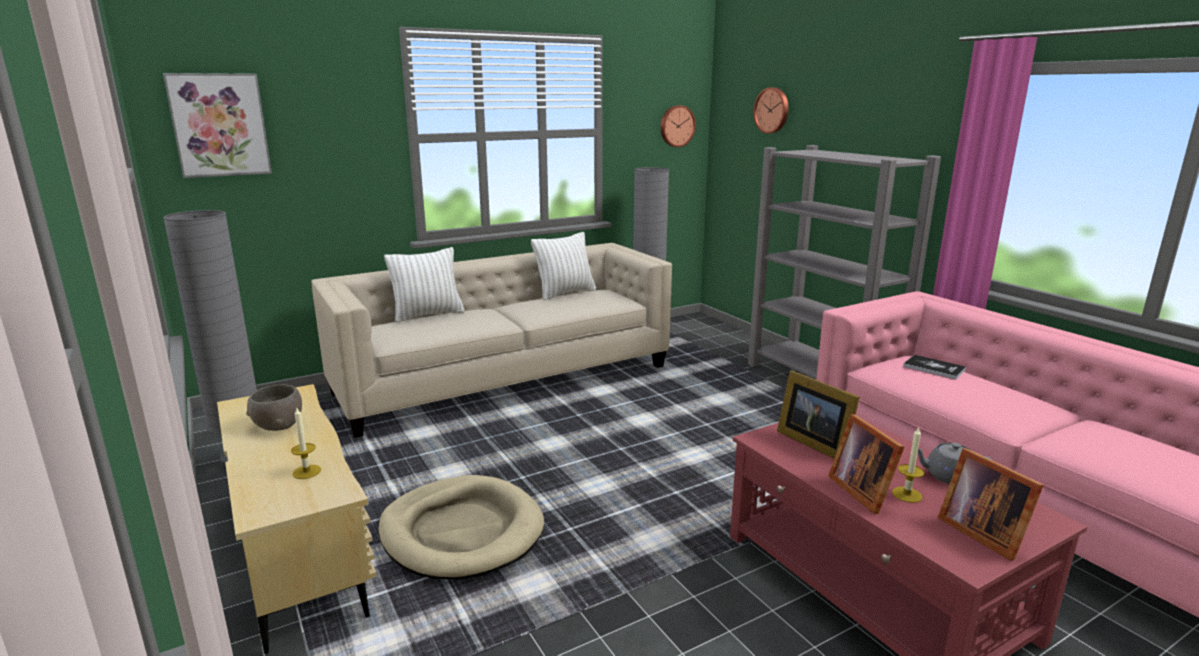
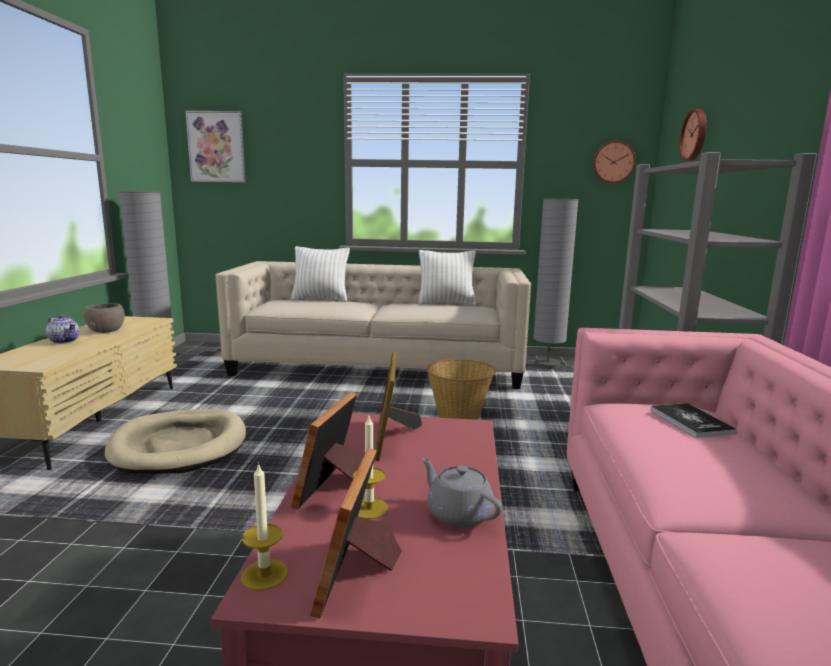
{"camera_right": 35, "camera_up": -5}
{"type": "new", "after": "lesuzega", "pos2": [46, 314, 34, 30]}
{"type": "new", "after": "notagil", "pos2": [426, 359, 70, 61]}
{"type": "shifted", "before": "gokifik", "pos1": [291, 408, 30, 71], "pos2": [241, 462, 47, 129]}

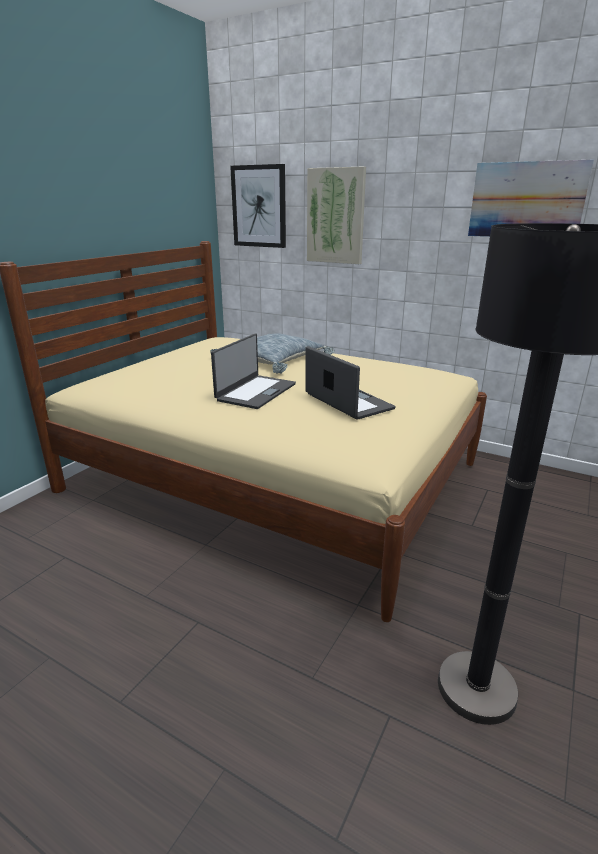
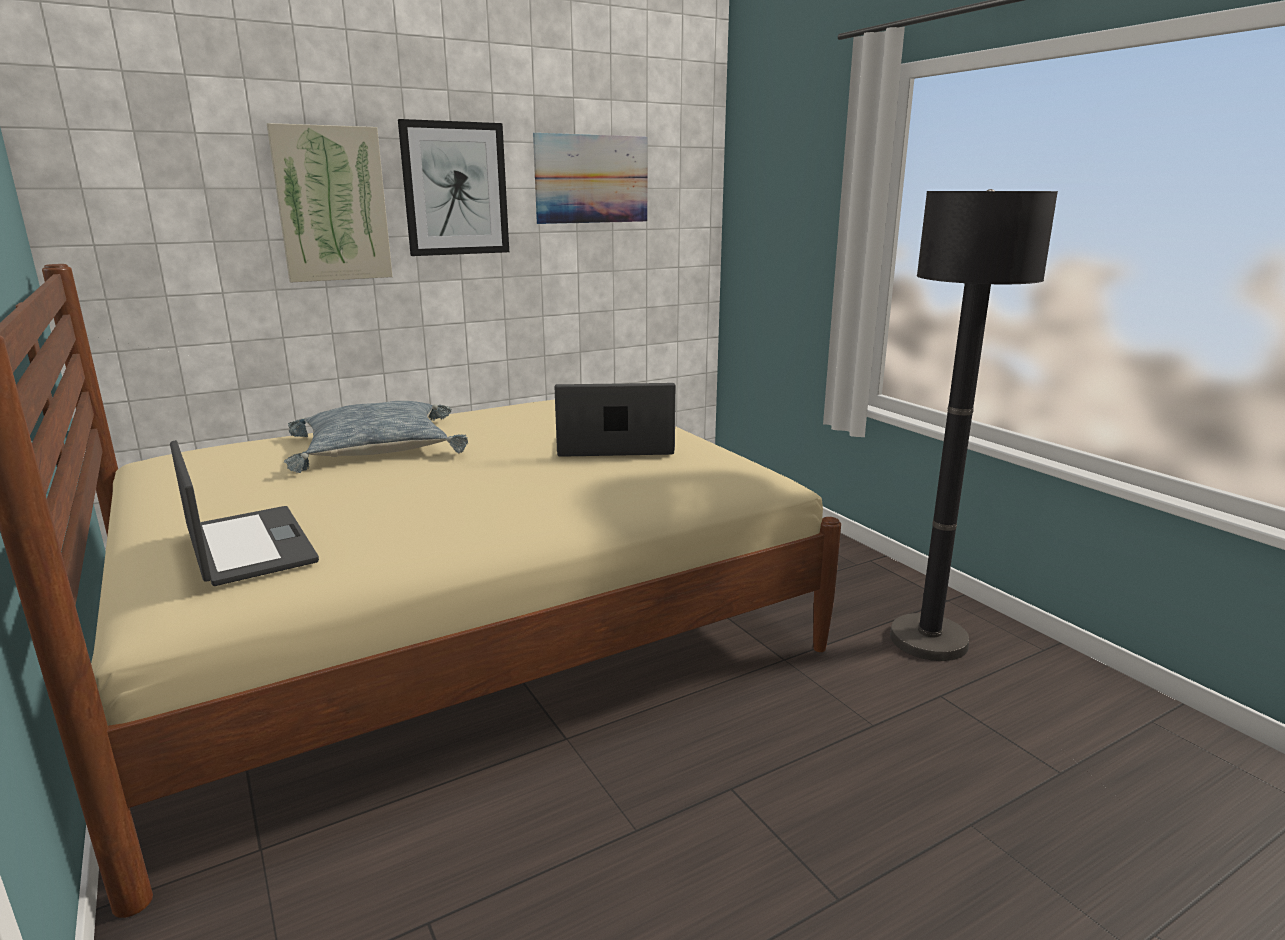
{"camera_right": -60, "camera_up": -5}
{"type": "shifted", "before": "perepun", "pos1": [211, 333, 85, 76], "pos2": [170, 440, 149, 146]}
{"type": "shifted", "before": "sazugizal", "pos1": [230, 164, 56, 84], "pos2": [398, 119, 111, 137]}

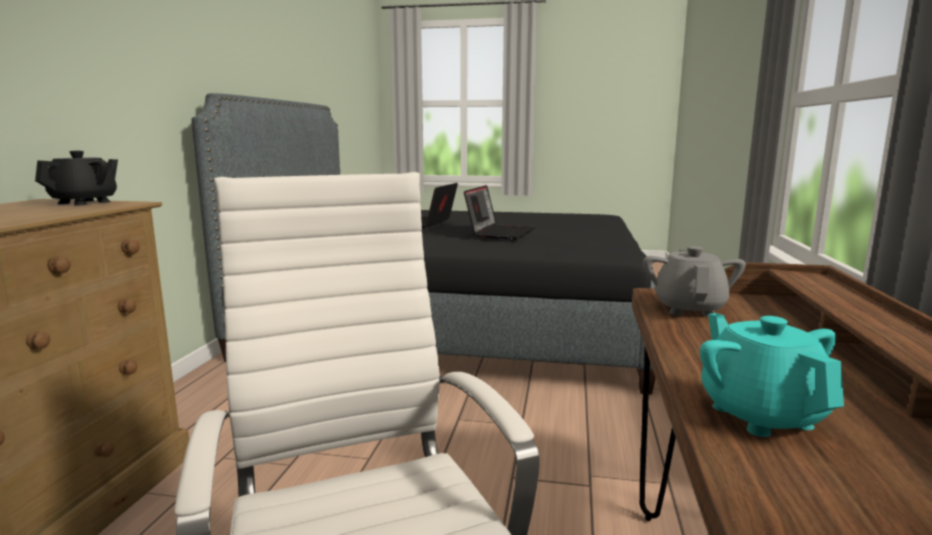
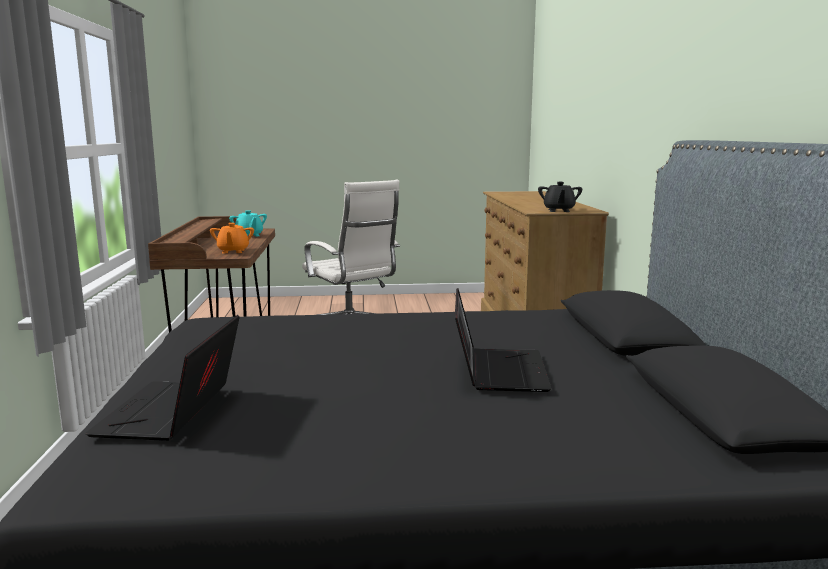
{"camera_right": 165, "camera_up": 0}
{"type": "shifted", "before": "perepun", "pos1": [464, 185, 71, 55], "pos2": [85, 315, 155, 126]}
{"type": "repainted", "before": "grey lesuzega", "after": "orange lesuzega", "pos1": [643, 246, 103, 71], "pos2": [210, 223, 44, 31]}

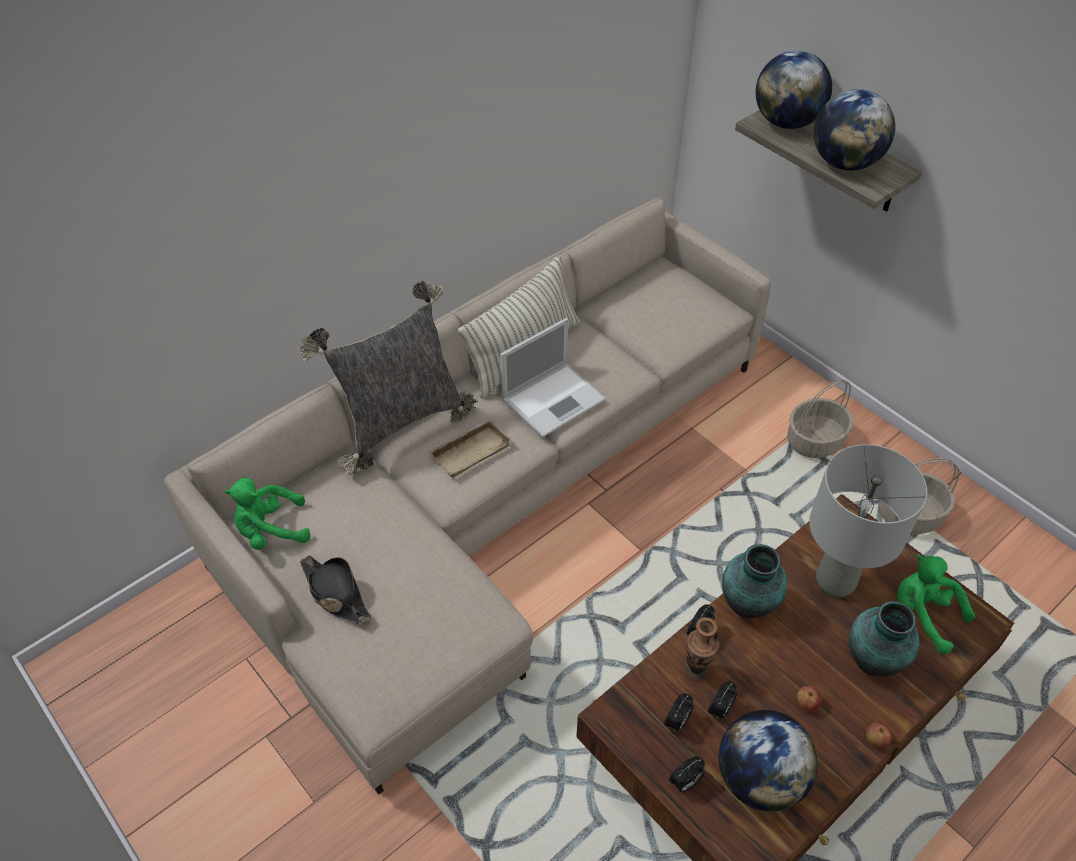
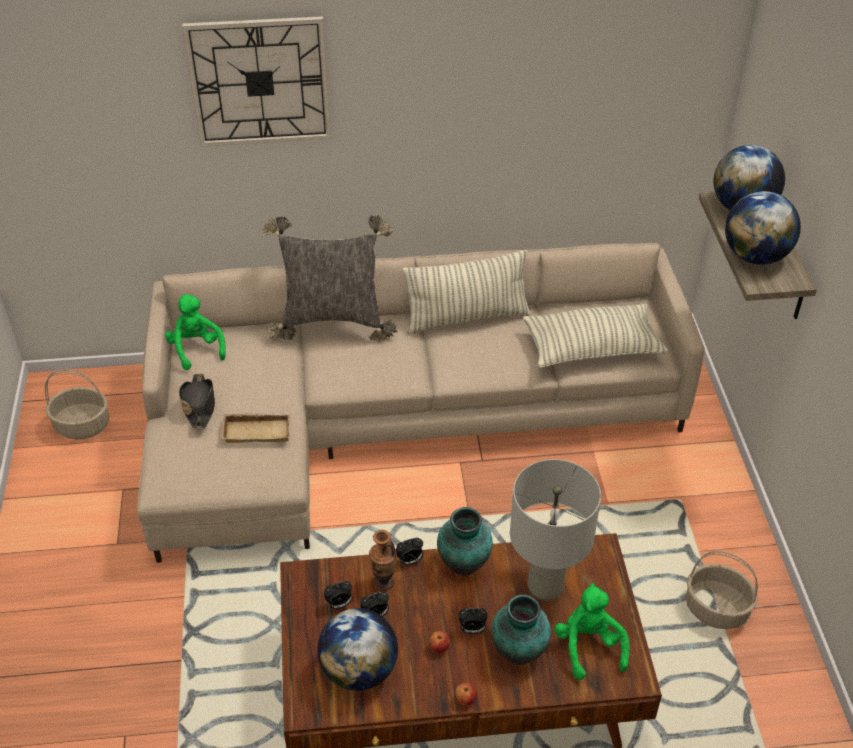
{"camera_right": 35, "camera_up": -5}
{"type": "gone", "before": "perepun", "pos1": [500, 318, 106, 120]}
{"type": "new", "after": "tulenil", "pos2": [182, 16, 149, 131]}
{"type": "new", "after": "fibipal", "pos2": [523, 303, 145, 65]}
{"type": "shifted", "before": "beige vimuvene", "pos1": [428, 418, 84, 60], "pos2": [221, 413, 70, 30]}
{"type": "shifted", "before": "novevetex", "pos1": [669, 756, 36, 36], "pos2": [459, 608, 29, 26]}
{"type": "shifted", "before": "notagil", "pos1": [787, 380, 66, 78], "pos2": [45, 370, 64, 69]}
{"type": "rotated", "before": "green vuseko", "pos1": [225, 478, 86, 72], "pos2": [165, 294, 61, 76], "turn": 45}

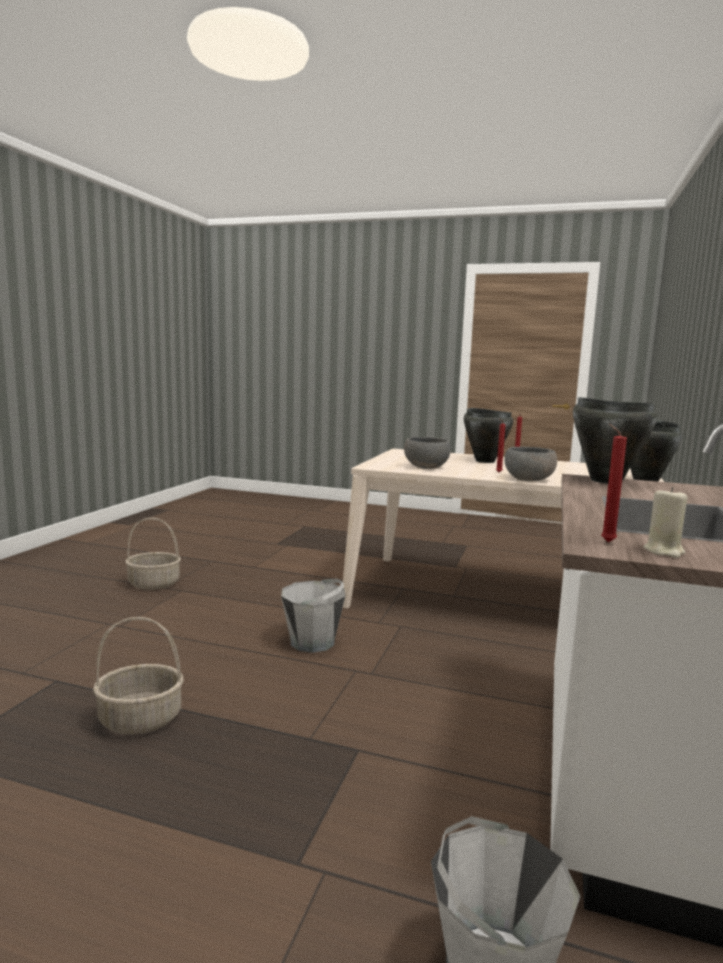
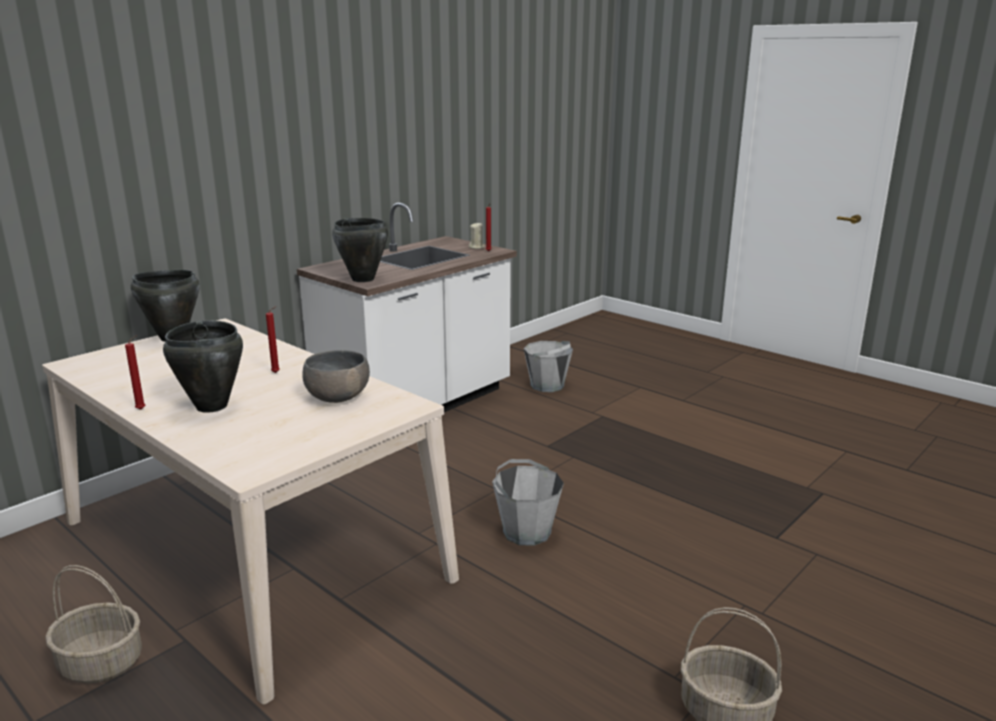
{"camera_right": -155, "camera_up": 10}
{"type": "gone", "before": "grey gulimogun", "pos1": [505, 447, 52, 34]}
{"type": "shifted", "before": "notagil", "pos1": [93, 617, 91, 117], "pos2": [45, 565, 97, 118]}

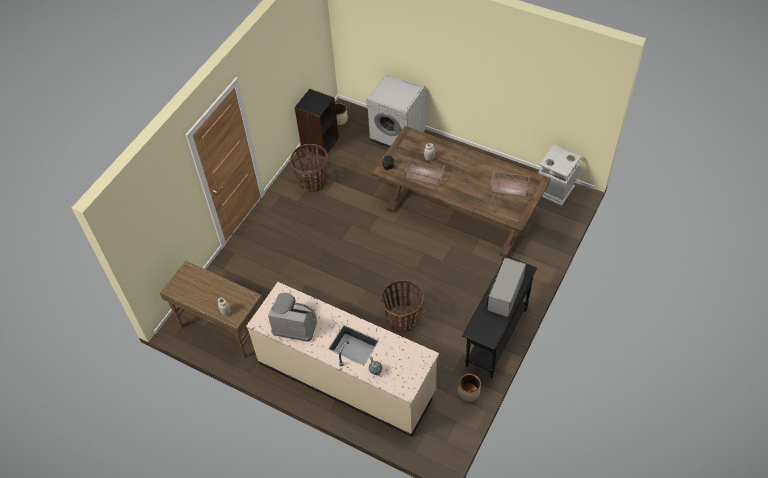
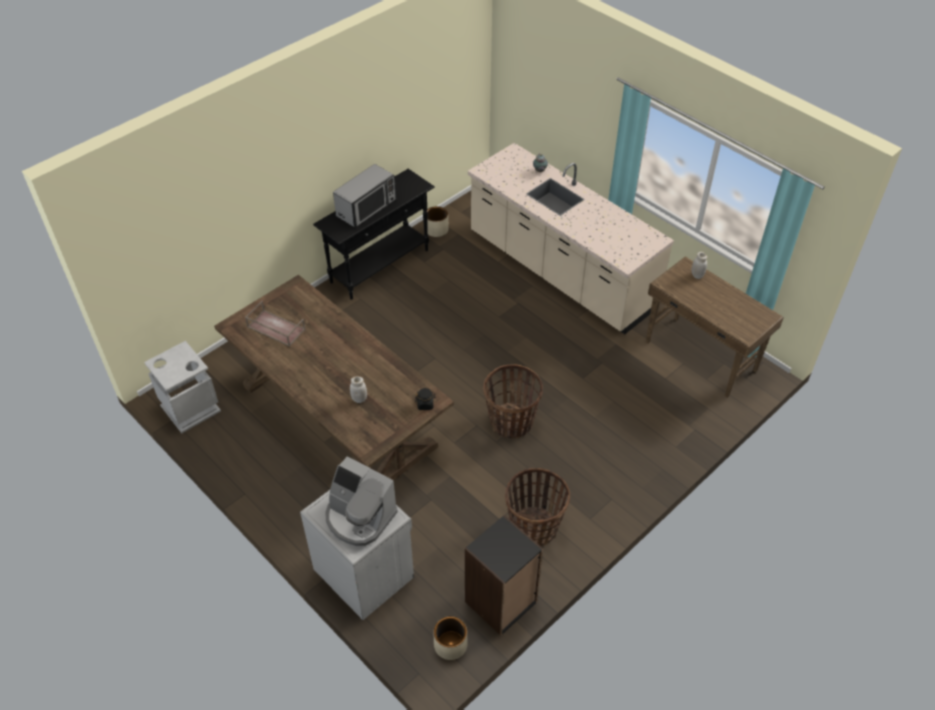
{"camera_right": -165, "camera_up": -5}
{"type": "gone", "before": "brown vimuvene", "pos1": [405, 158, 40, 28]}
{"type": "shifted", "before": "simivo", "pos1": [268, 293, 49, 49], "pos2": [325, 456, 73, 90]}
{"type": "shifted", "before": "notagil", "pos1": [381, 280, 43, 53], "pos2": [483, 364, 60, 75]}

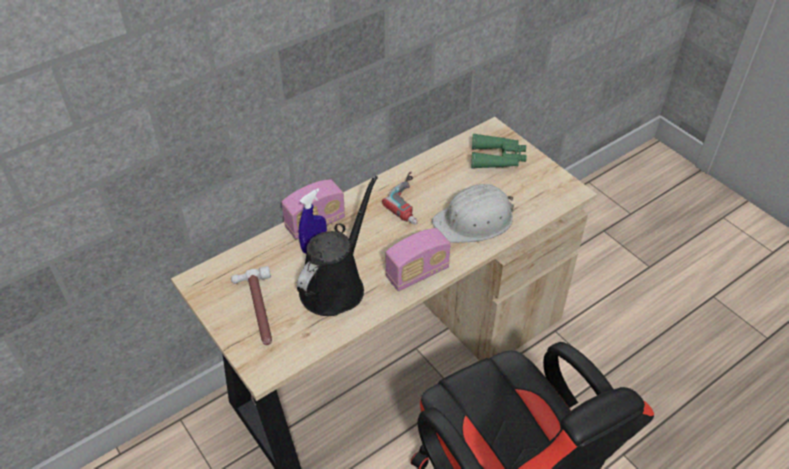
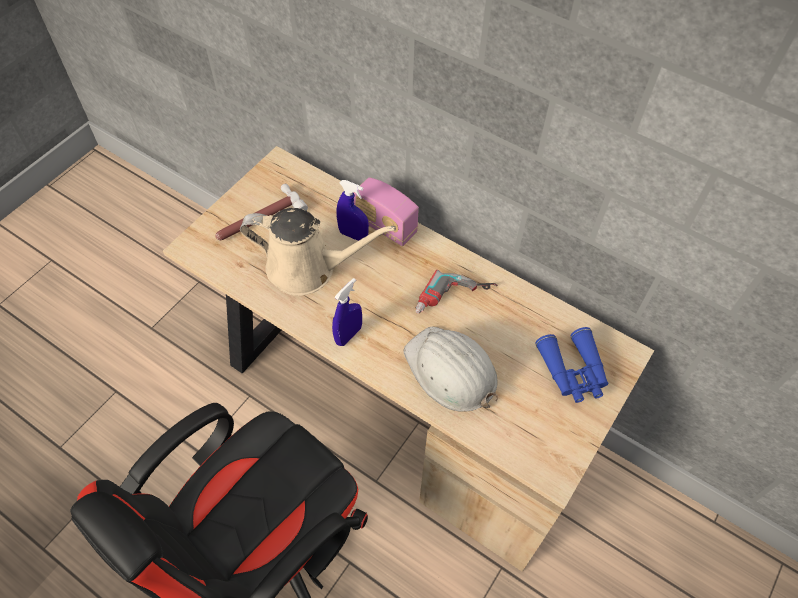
{"camera_right": 70, "camera_up": 10}
{"type": "swapped", "before": "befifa", "after": "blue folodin", "pos1": [385, 228, 66, 63], "pos2": [332, 278, 30, 68]}
{"type": "repainted", "before": "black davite", "after": "beige davite", "pos1": [297, 175, 81, 141], "pos2": [240, 208, 156, 88]}
{"type": "repainted", "before": "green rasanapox", "after": "blue rasanapox", "pos1": [471, 134, 56, 35], "pos2": [536, 327, 73, 76]}

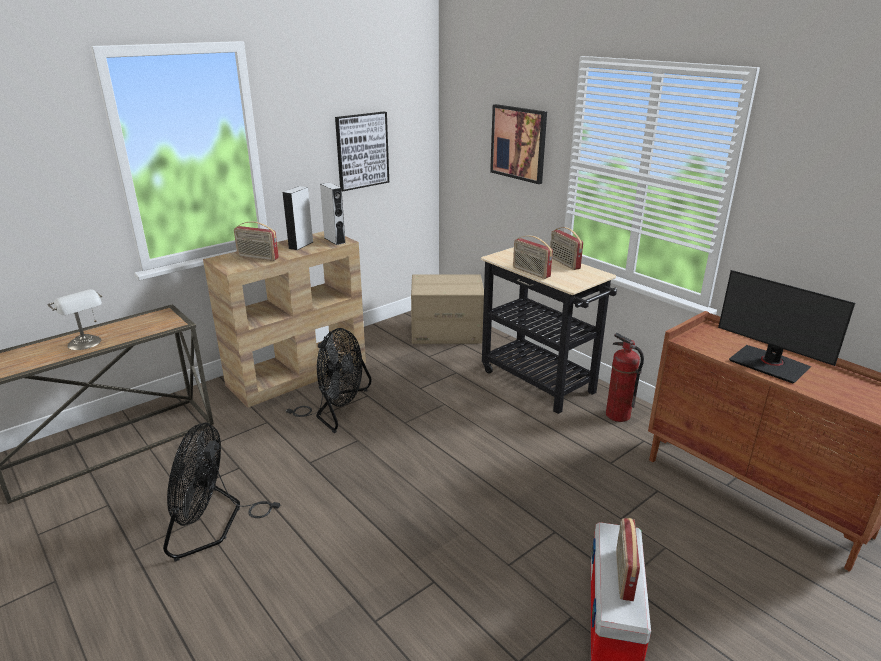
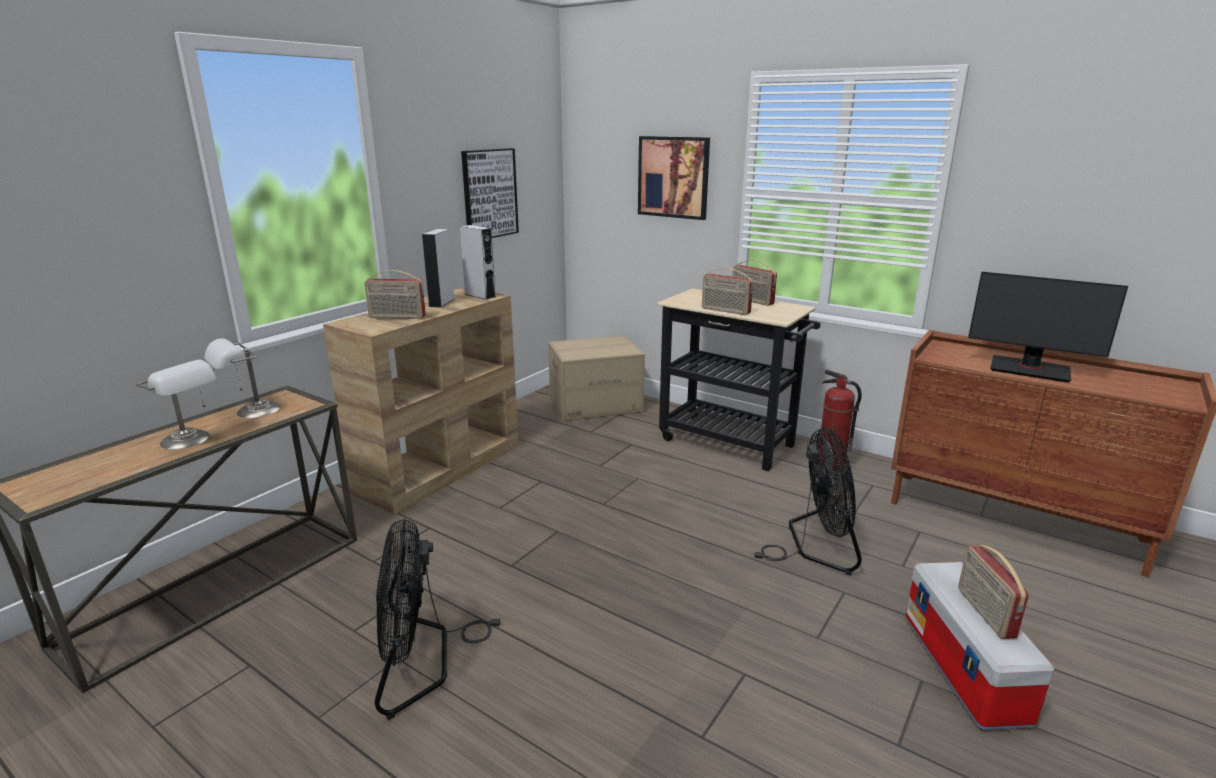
{"camera_right": -15, "camera_up": -5}
{"type": "new", "after": "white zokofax", "pos2": [205, 339, 75, 79]}
{"type": "shifted", "before": "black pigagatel", "pos1": [286, 328, 85, 105], "pos2": [752, 427, 110, 149]}

